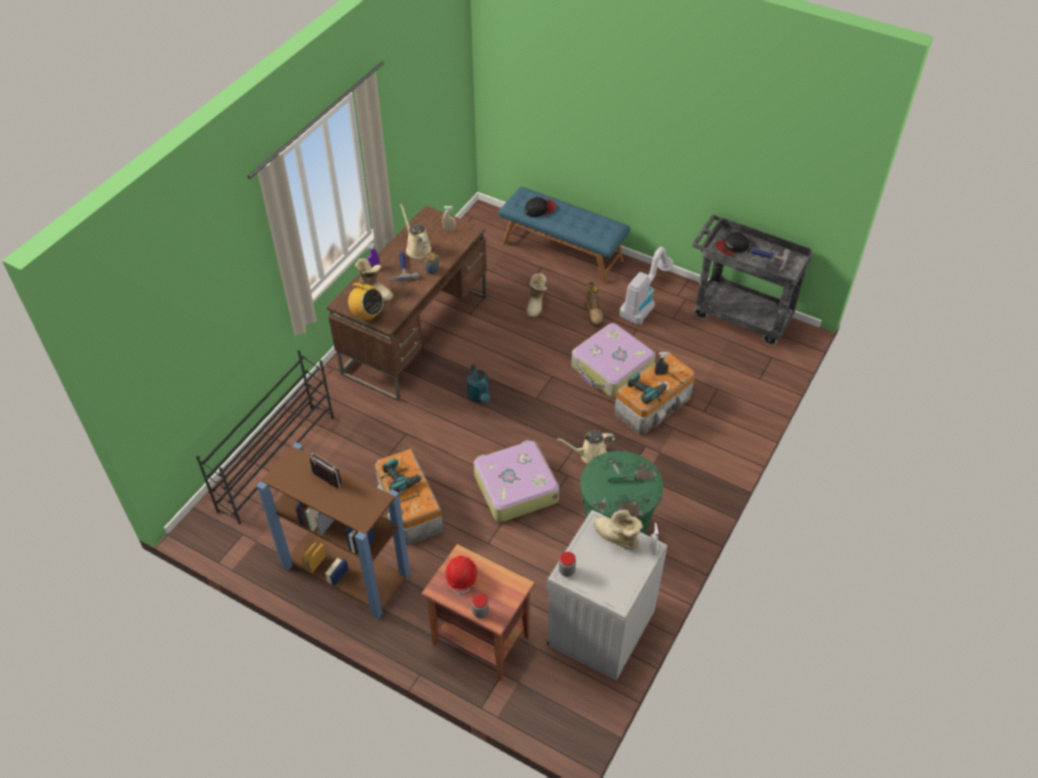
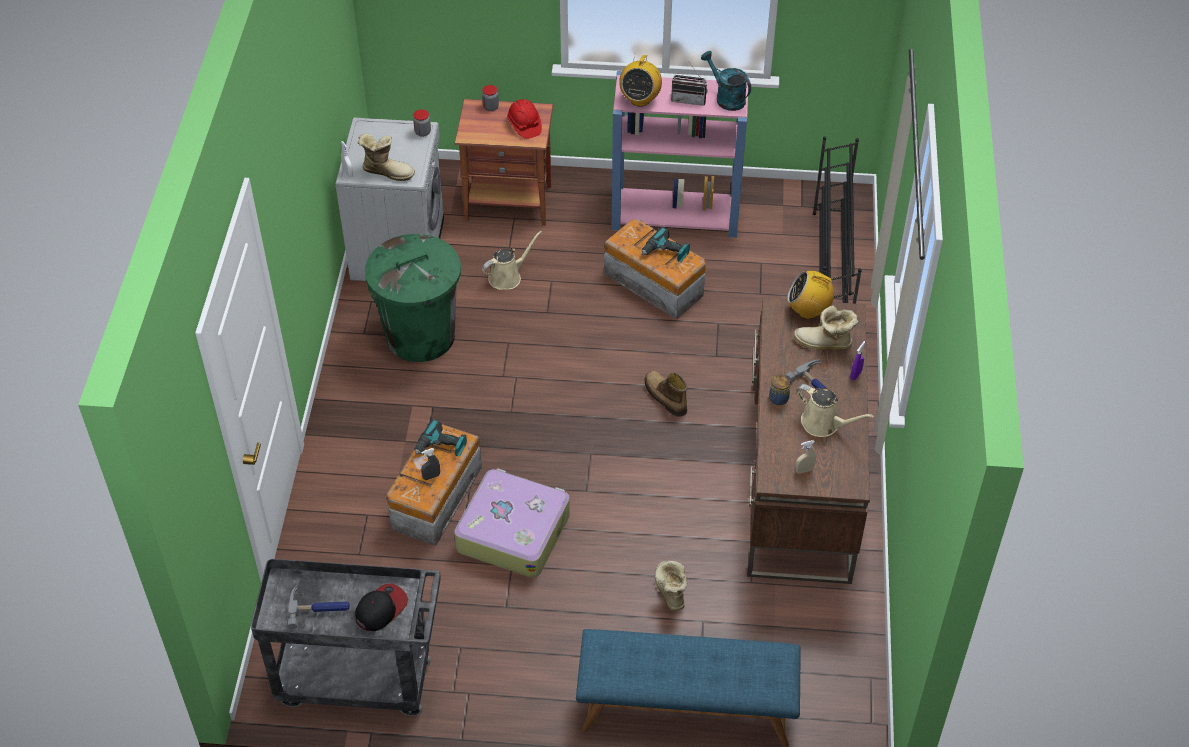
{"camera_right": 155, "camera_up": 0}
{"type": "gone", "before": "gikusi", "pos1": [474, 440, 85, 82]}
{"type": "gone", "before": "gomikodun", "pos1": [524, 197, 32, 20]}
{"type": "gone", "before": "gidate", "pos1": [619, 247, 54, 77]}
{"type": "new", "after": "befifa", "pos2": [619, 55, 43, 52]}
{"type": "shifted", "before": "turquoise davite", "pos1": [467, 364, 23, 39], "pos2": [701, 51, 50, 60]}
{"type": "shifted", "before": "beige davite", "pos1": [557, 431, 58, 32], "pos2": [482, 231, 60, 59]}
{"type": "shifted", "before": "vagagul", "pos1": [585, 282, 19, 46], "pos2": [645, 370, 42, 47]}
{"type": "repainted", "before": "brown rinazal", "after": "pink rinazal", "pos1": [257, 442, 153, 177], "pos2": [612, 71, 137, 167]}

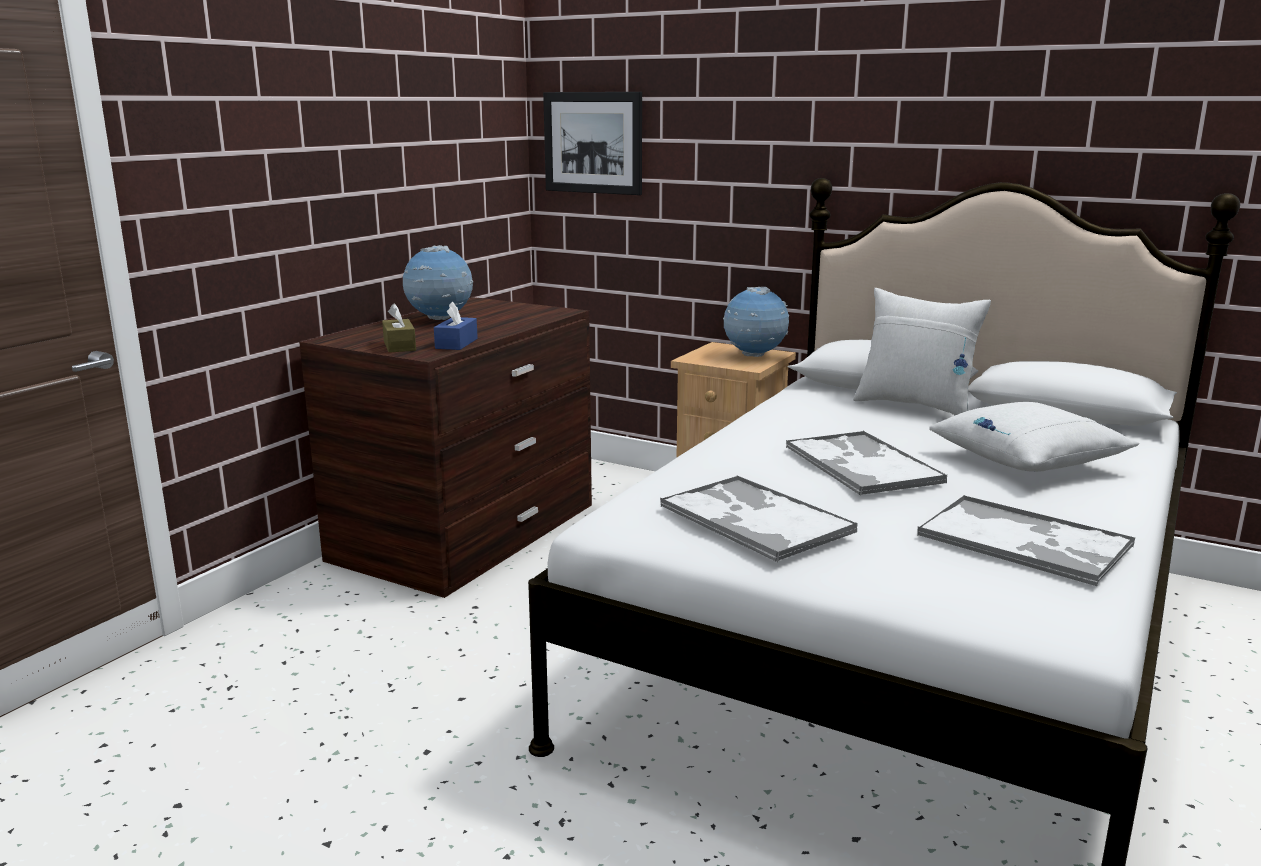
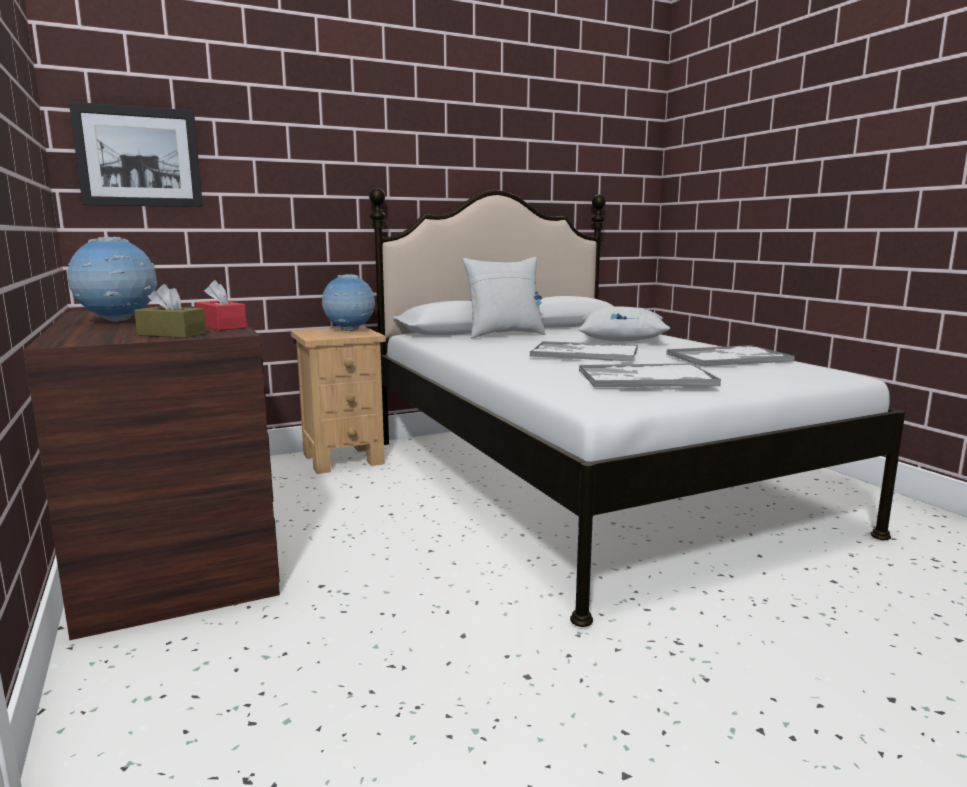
{"camera_right": -55, "camera_up": -5}
{"type": "repainted", "before": "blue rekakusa", "after": "red rekakusa", "pos1": [434, 301, 44, 49], "pos2": [195, 280, 52, 51]}

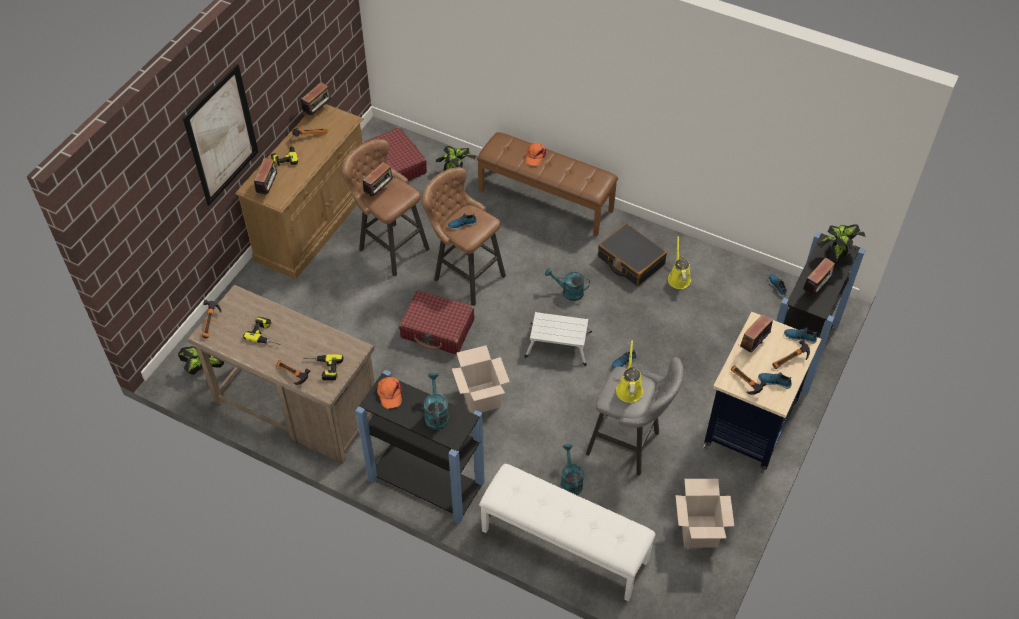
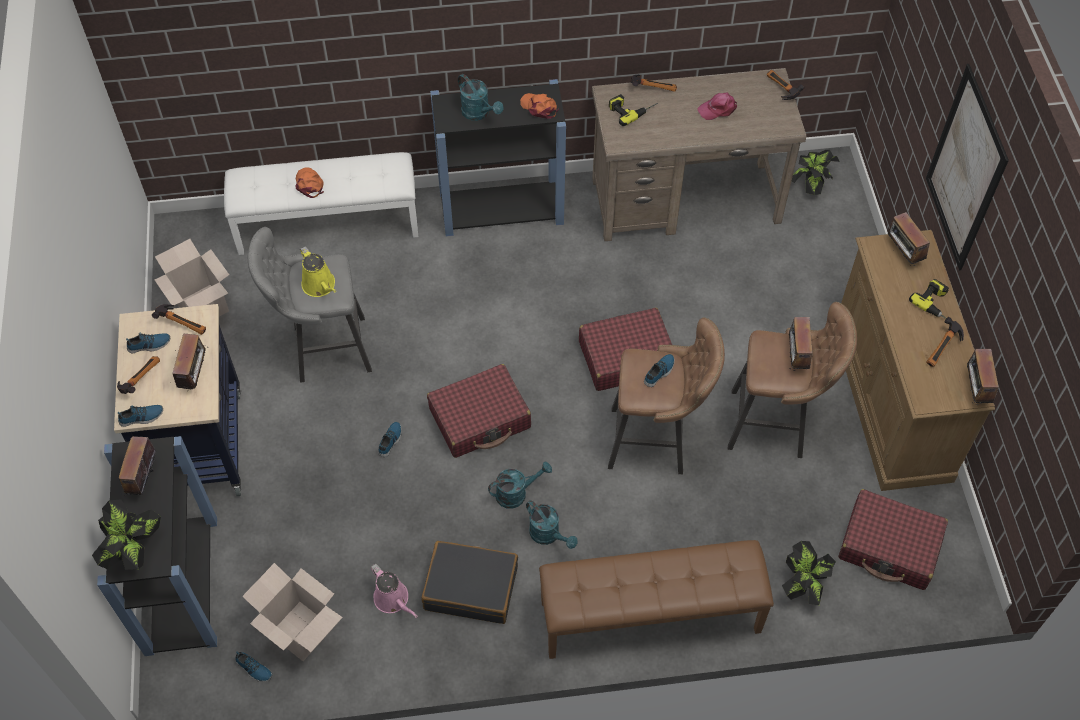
{"camera_right": 145, "camera_up": 5}
{"type": "shifted", "before": "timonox", "pos1": [452, 345, 58, 68], "pos2": [242, 563, 101, 98]}
{"type": "shifted", "before": "orange gomikodun", "pos1": [525, 143, 21, 23], "pos2": [296, 167, 28, 31]}
{"type": "shifted", "before": "turquoise davite", "pos1": [560, 444, 24, 51], "pos2": [526, 500, 51, 49]}
{"type": "swapped", "before": "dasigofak", "after": "pink gomikodun", "pos1": [243, 317, 37, 28], "pos2": [697, 92, 40, 28]}
{"type": "swapped", "before": "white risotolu", "after": "red gikusi", "pos1": [524, 312, 68, 54], "pos2": [427, 364, 104, 94]}
{"type": "repainted", "before": "yellow davite", "after": "pink davite", "pos1": [668, 236, 23, 53], "pos2": [370, 563, 48, 55]}

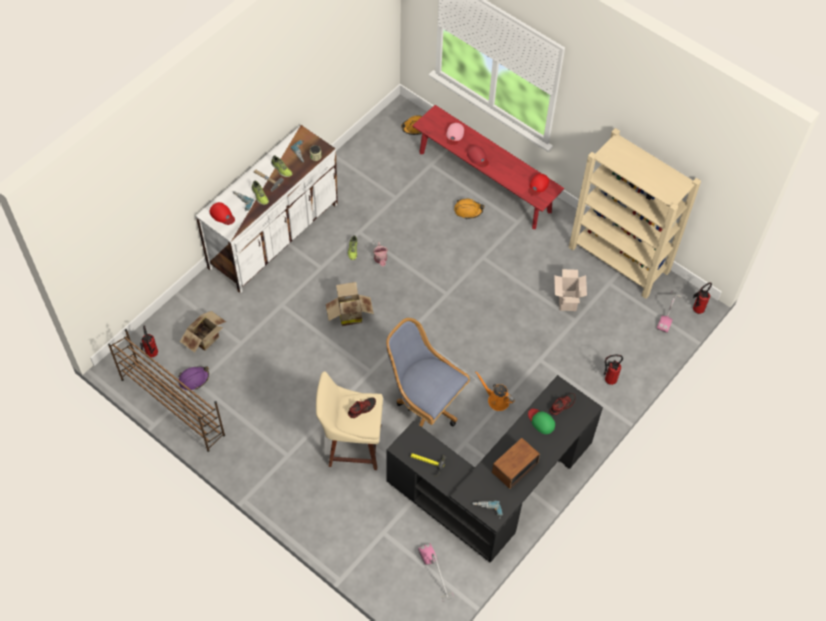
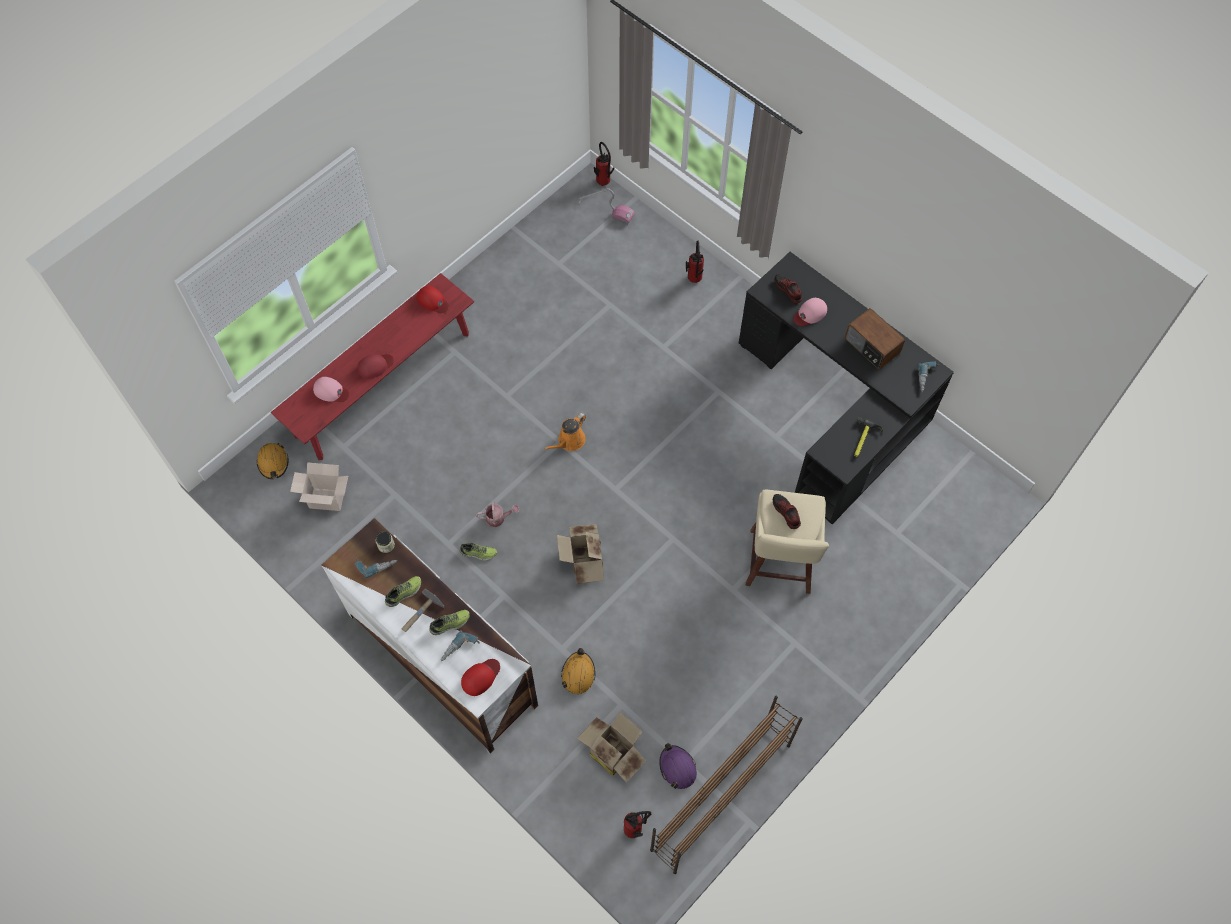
{"camera_right": -85, "camera_up": 5}
{"type": "gone", "before": "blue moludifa", "pos1": [386, 318, 84, 109]}
{"type": "gone", "before": "gidate", "pos1": [418, 543, 36, 59]}
{"type": "gone", "before": "beige rinazal", "pos1": [569, 128, 132, 171]}
{"type": "shifted", "before": "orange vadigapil", "pos1": [454, 199, 30, 20], "pos2": [561, 648, 34, 46]}
{"type": "shifted", "before": "orange davite", "pos1": [475, 371, 40, 40], "pos2": [544, 413, 42, 38]}
{"type": "shifted", "before": "timonox", "pos1": [554, 269, 33, 42], "pos2": [290, 462, 58, 49]}
{"type": "repainted", "before": "green gomikodun", "after": "pink gomikodun", "pos1": [528, 409, 27, 25], "pos2": [793, 298, 34, 28]}

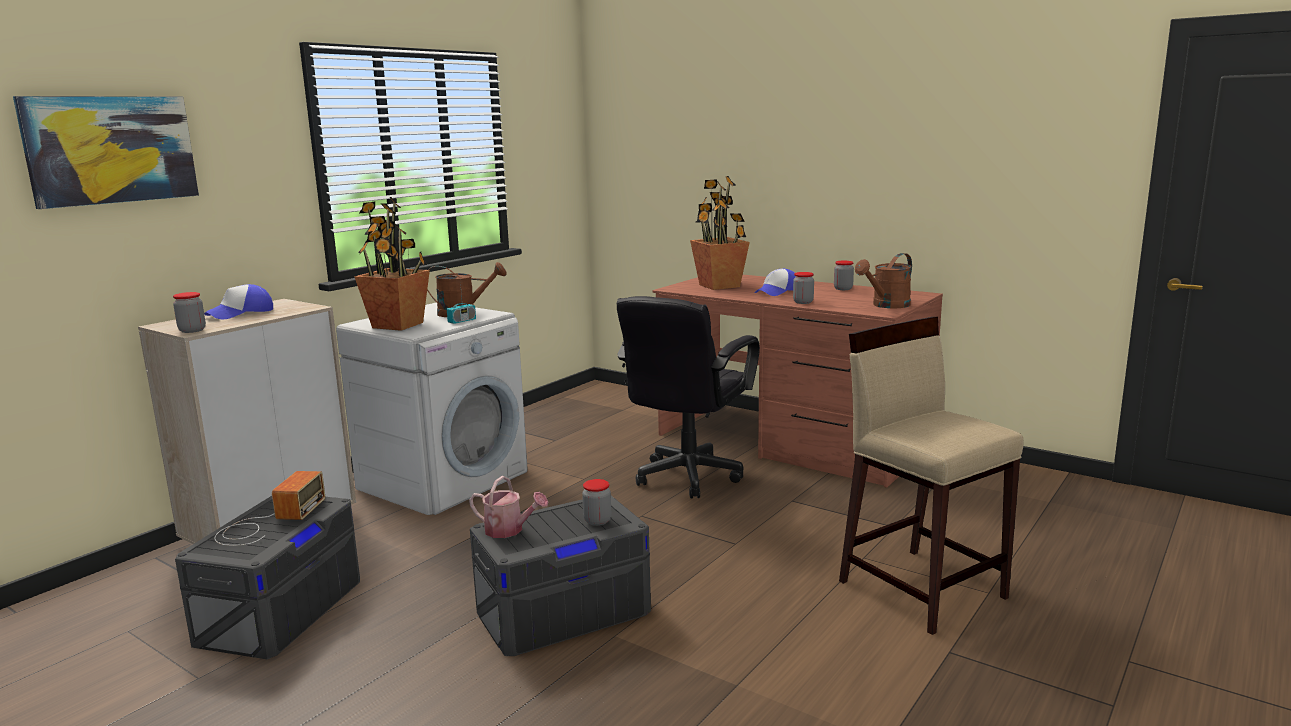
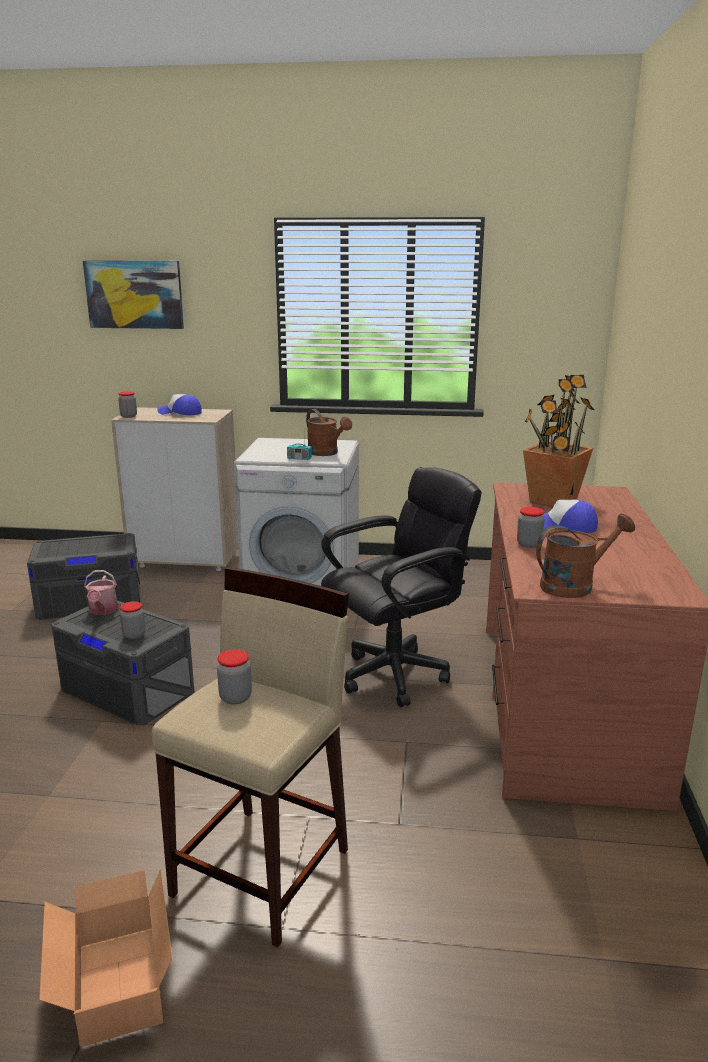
{"camera_right": 60, "camera_up": 5}
{"type": "gone", "before": "befifa", "pos1": [215, 471, 110, 75]}
{"type": "gone", "before": "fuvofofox", "pos1": [354, 197, 76, 134]}
{"type": "new", "after": "timonox", "pos2": [39, 869, 133, 178]}
{"type": "shifted", "before": "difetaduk", "pos1": [834, 261, 20, 29], "pos2": [217, 649, 35, 55]}
{"type": "rotated", "before": "black moludifa", "pos1": [617, 296, 143, 202], "pos2": [321, 467, 161, 240], "turn": 150}
{"type": "rotated", "before": "brown davite", "pos1": [855, 253, 57, 55], "pos2": [536, 514, 99, 84], "turn": 135}

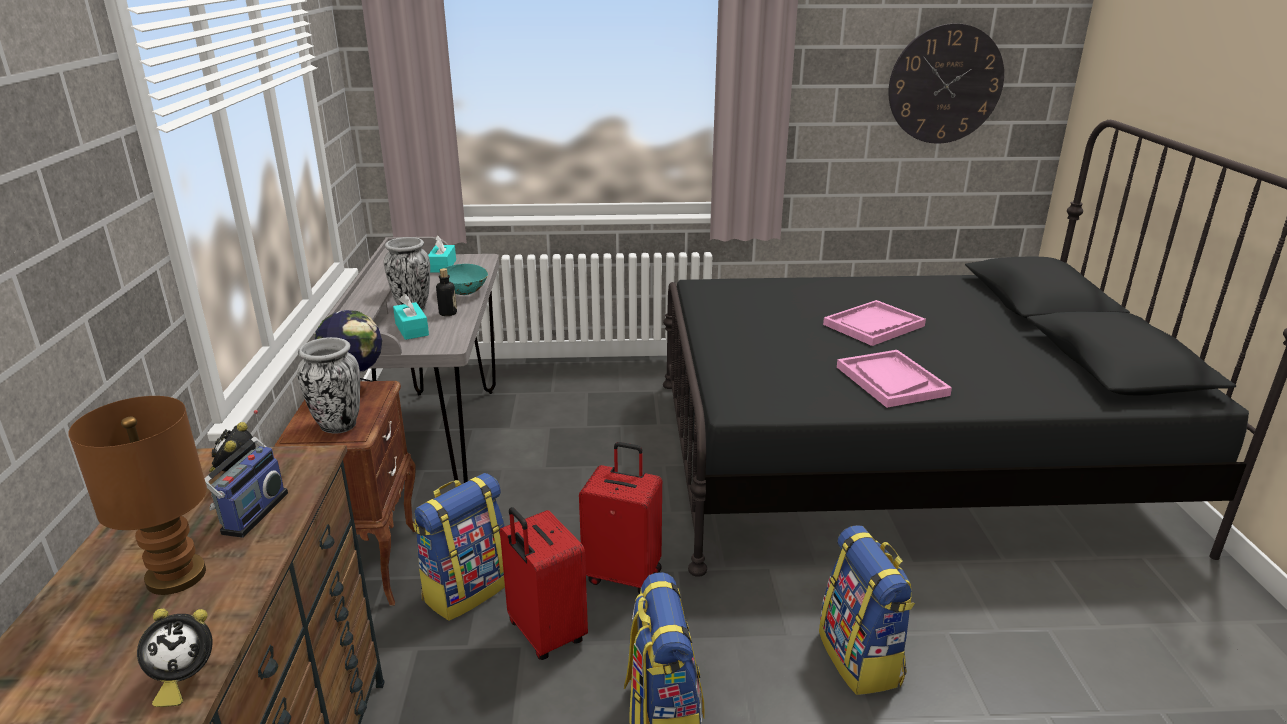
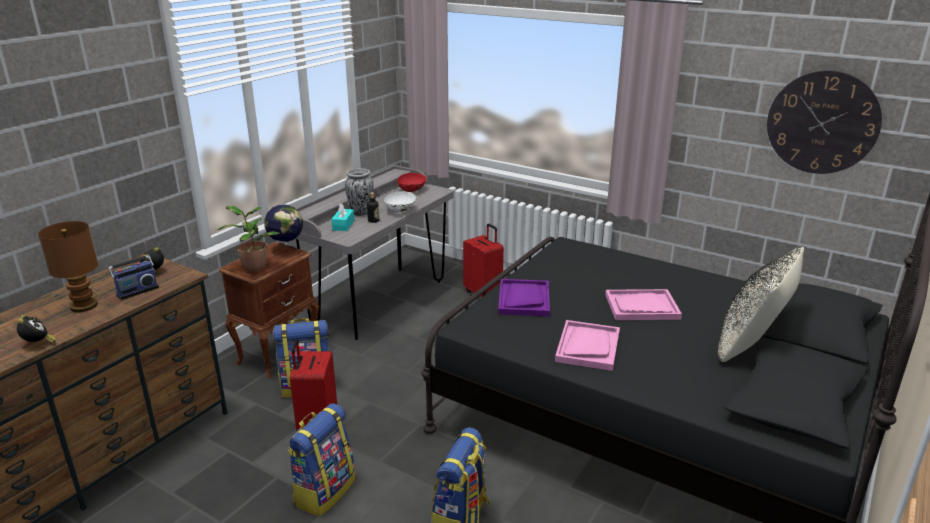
{"camera_right": 35, "camera_up": 0}
{"type": "new", "after": "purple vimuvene", "pos2": [498, 279, 52, 38]}
{"type": "new", "after": "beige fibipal", "pos2": [718, 246, 86, 116]}
{"type": "shifted", "before": "red gikusi", "pos1": [579, 442, 83, 152], "pos2": [463, 224, 41, 73]}
{"type": "swapped", "before": "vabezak", "after": "fuvofofox", "pos1": [297, 337, 63, 96], "pos2": [216, 206, 63, 66]}
{"type": "swapped", "before": "turquoise rekakusa", "after": "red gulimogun", "pos1": [428, 235, 28, 37], "pos2": [397, 173, 30, 19]}
{"type": "repainted", "before": "turquoise gulimogun", "after": "white gulimogun", "pos1": [446, 264, 42, 31], "pos2": [384, 191, 32, 21]}
{"type": "rotated", "before": "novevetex", "pos1": [137, 608, 76, 99], "pos2": [17, 315, 39, 28], "turn": -135}

